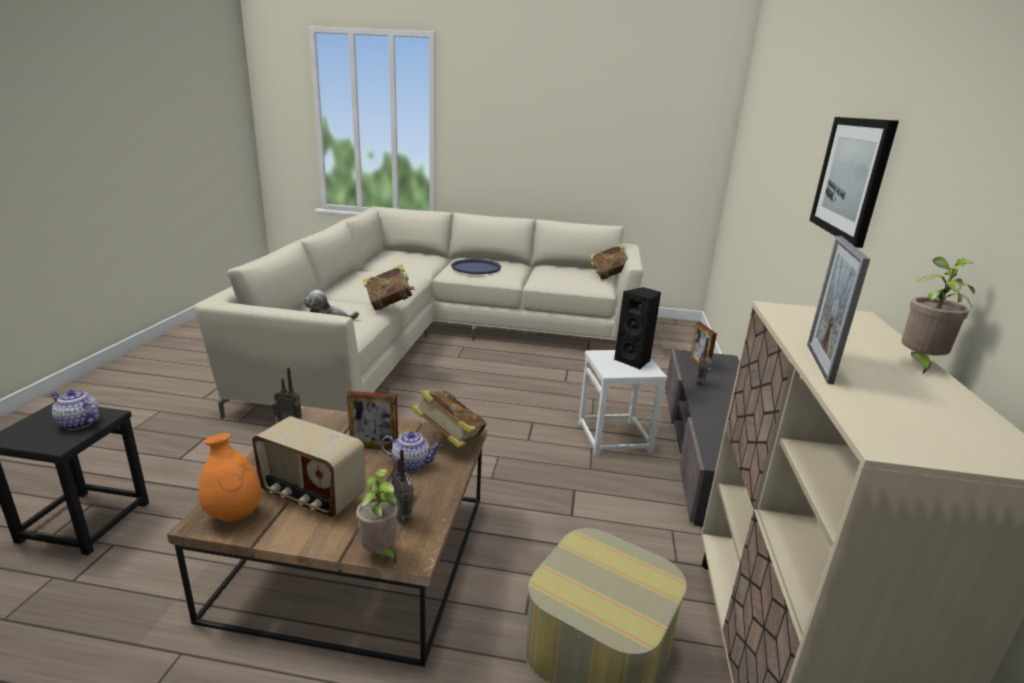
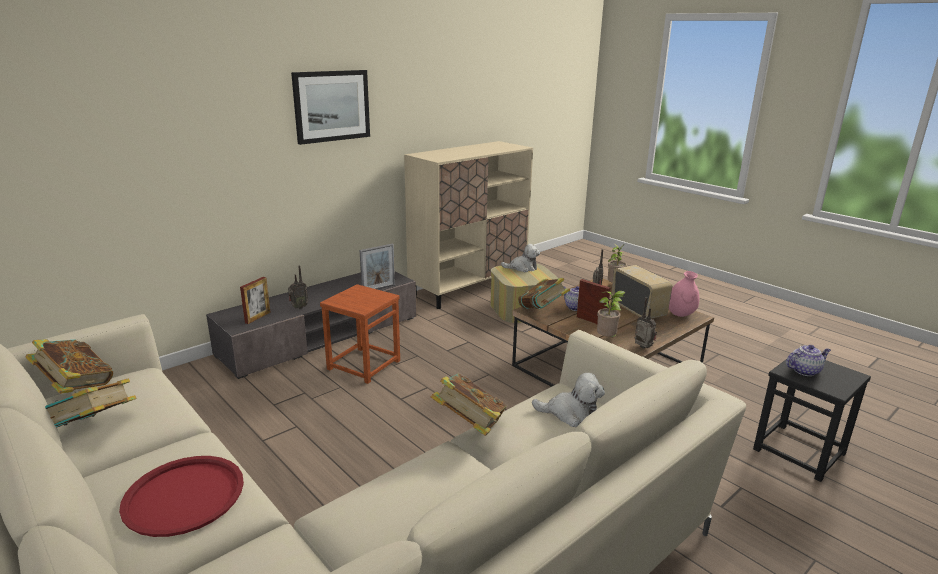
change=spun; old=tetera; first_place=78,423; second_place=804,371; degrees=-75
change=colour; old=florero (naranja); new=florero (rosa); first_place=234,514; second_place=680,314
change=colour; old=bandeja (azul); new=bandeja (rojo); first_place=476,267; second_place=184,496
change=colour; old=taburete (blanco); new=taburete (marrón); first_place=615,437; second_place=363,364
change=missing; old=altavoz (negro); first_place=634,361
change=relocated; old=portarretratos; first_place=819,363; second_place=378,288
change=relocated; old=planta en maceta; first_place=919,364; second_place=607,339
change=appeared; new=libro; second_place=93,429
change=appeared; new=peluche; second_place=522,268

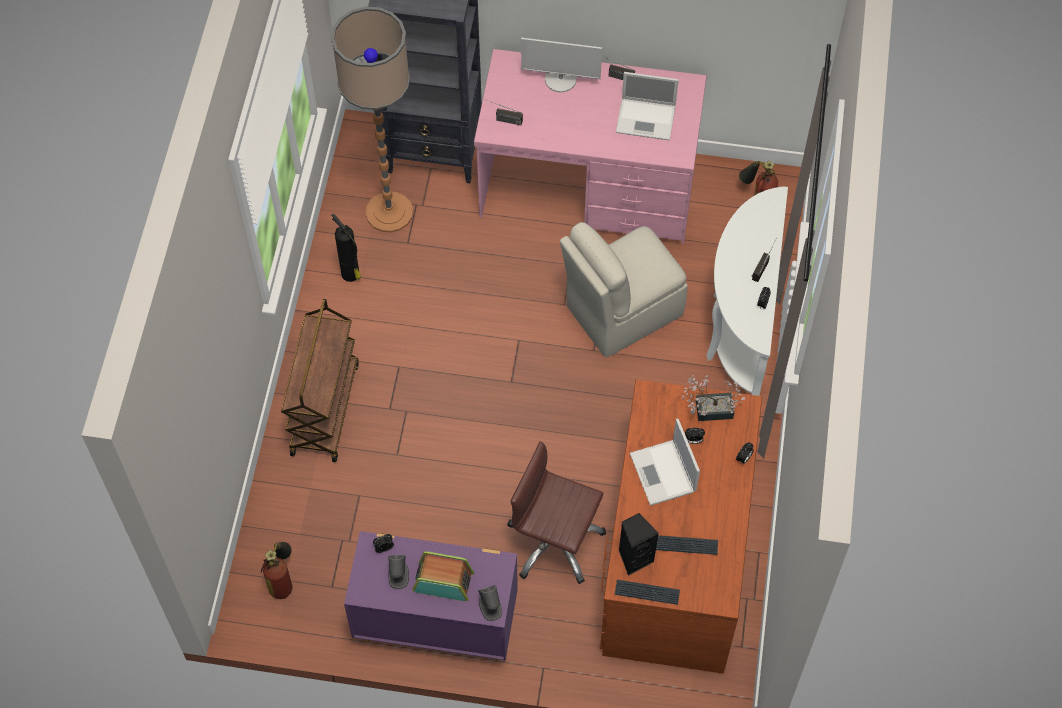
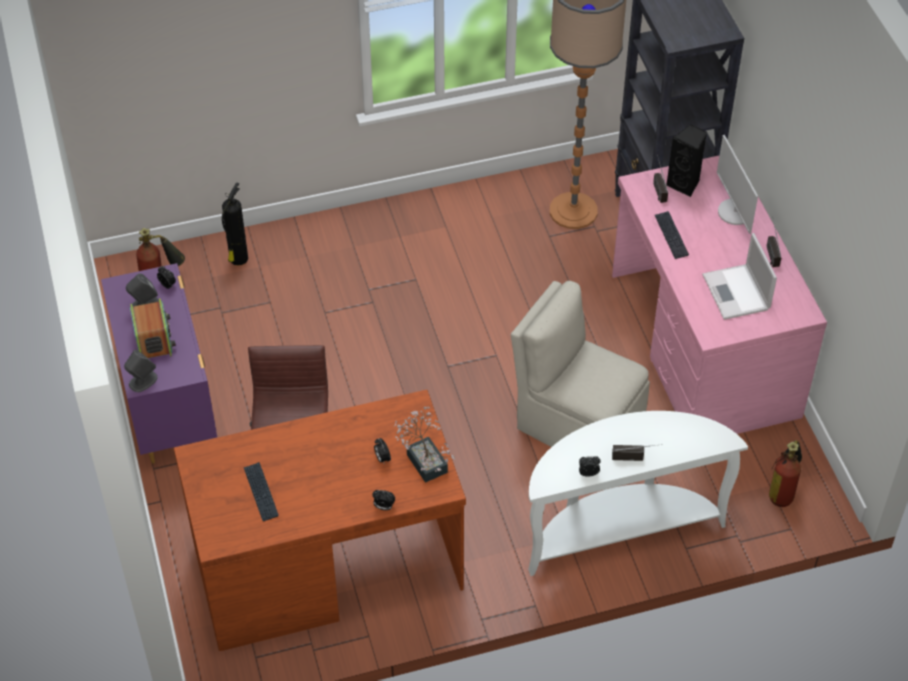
change=missing; old=carrito (marrón); first_place=324,408
change=relocated; old=extintor; first_place=351,275; second_place=238,259
change=relocated; old=teclado; first_place=647,592; second_place=671,235
change=relocated; old=altavoz (negro); first_place=634,557; second_place=685,184
change=missing; old=portátil; first_place=663,474

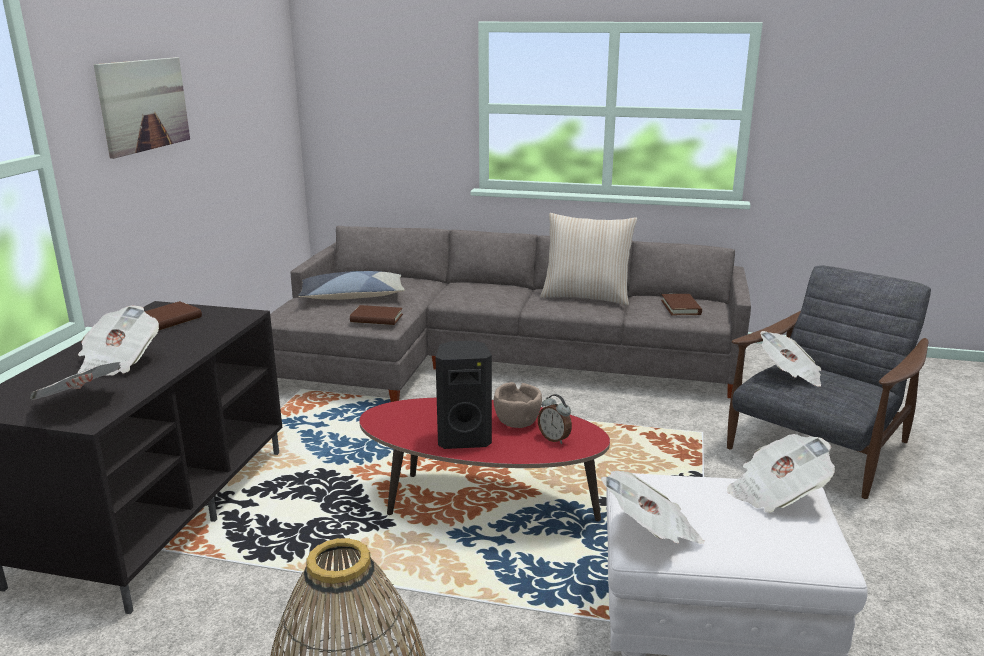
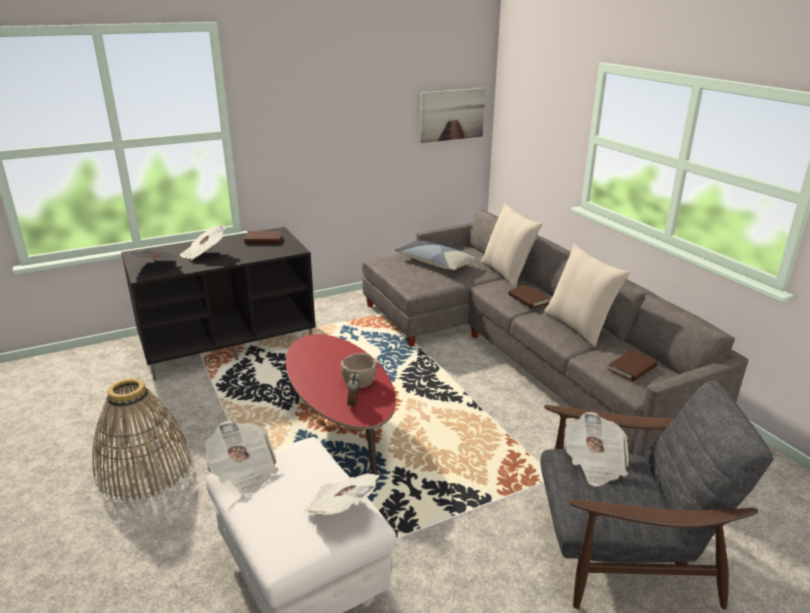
change=relocated; old=cuadro; first_place=144,105; second_place=452,115
change=relocated; old=libro (marrón); first_place=376,318; second_place=528,299
change=missing; old=altavoz (negro); first_place=464,439
change=appeared; new=cojín (beis); second_place=507,273

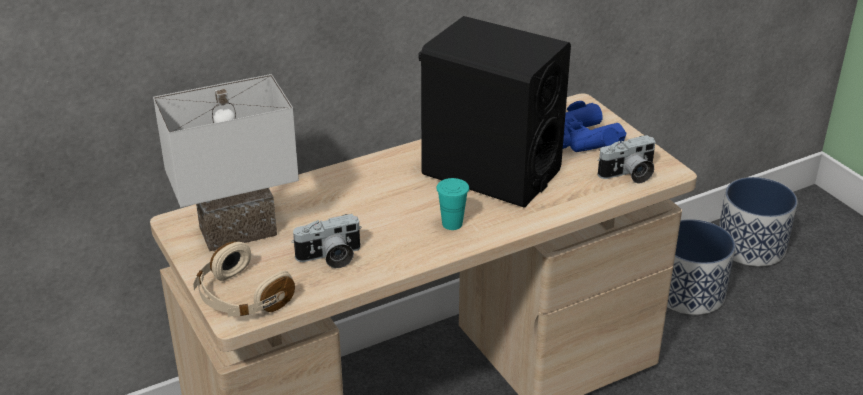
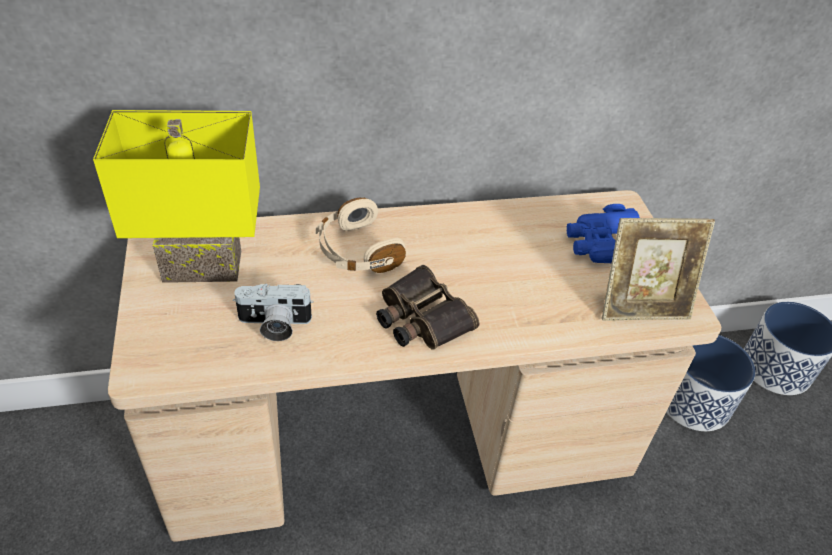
change=colour; old=lámpara de mesa (blanco); new=lámpara de mesa (amarillo); first_place=238,234; second_place=201,269
change=relocated; old=auriculares (beis); first_place=241,298; second_place=357,251
change=missing; old=altavoz (negro); first_place=490,172
change=exchanged; old=taza (turquesa); new=prismáticos; first_place=452,224; second_place=420,318
change=exchanged; old=cámara; new=portarretratos; first_place=628,175; second_place=642,307

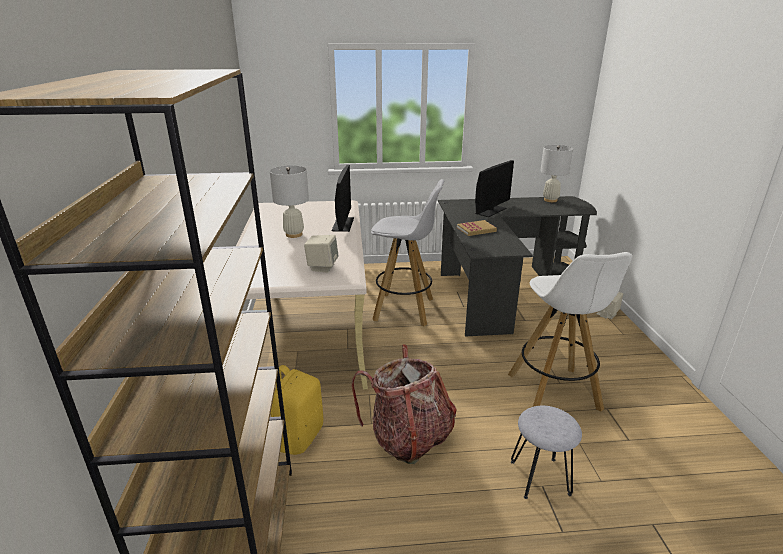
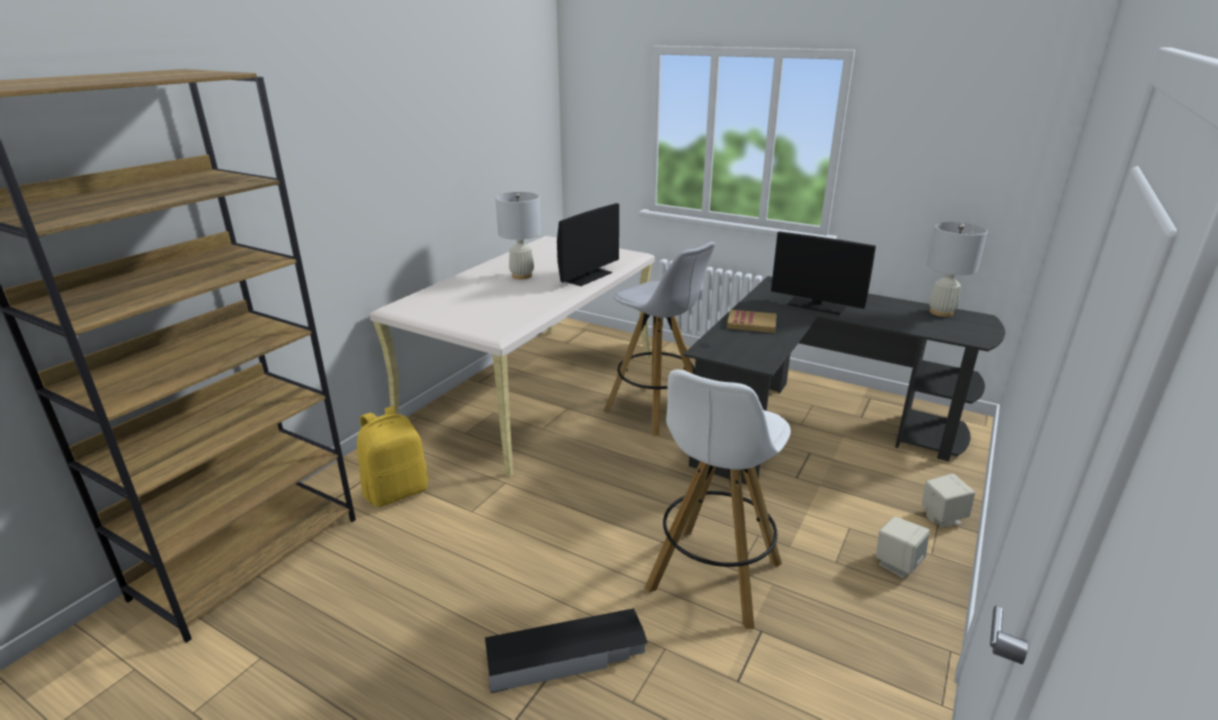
change=relocated; old=altavoz (beis); first_place=322,267; second_place=897,563
change=missing; old=mochila; first_place=408,437
change=spun; old=monitor; first_place=491,211; second_place=816,305; degrees=45
change=exchanged; old=taburete (gris); new=caja de almacenaje (negro); first_place=540,477; second_place=566,655

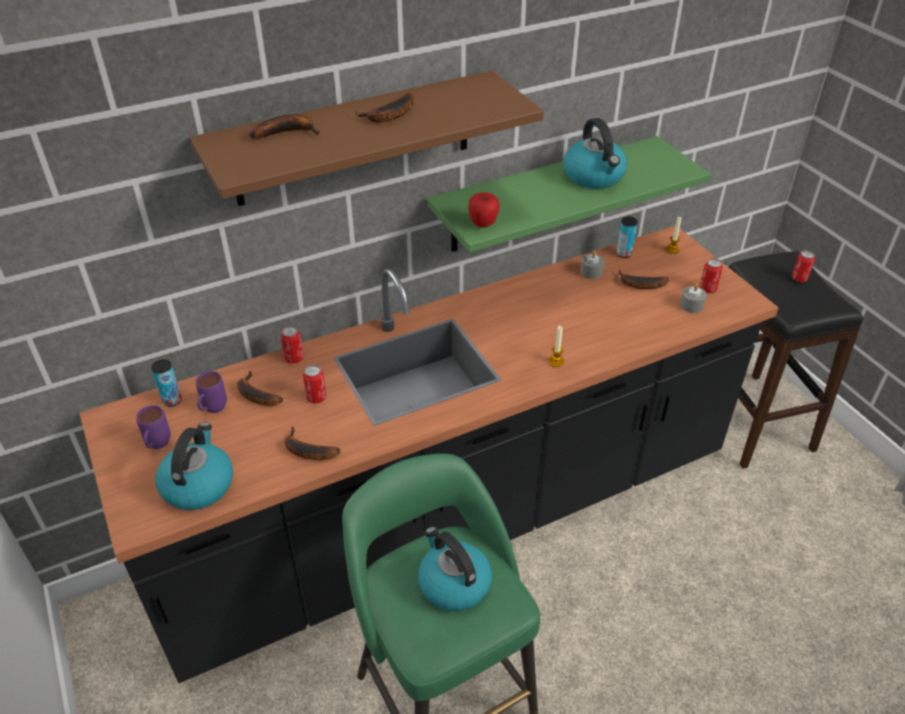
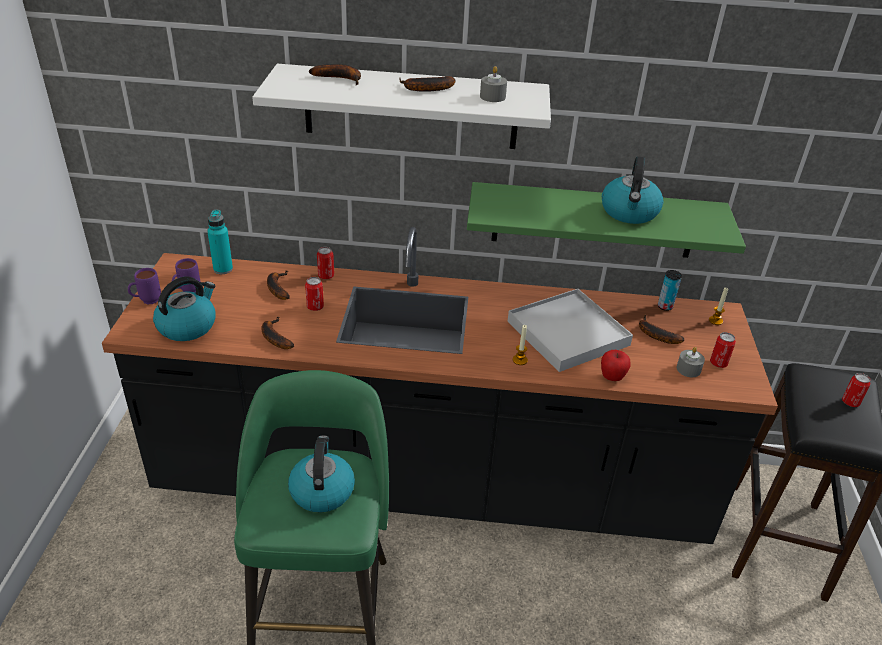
change=exchanged; old=lata; new=botella (turquesa); first_place=172,400; second_place=223,269
change=colour; old=estante (marrón); new=estante (blanco); first_place=354,139; second_place=411,107
change=relocated; old=taza grande (morado); first_place=212,410; second_place=146,301
change=relocated; old=manzana; first_place=483,224; second_place=612,377
change=relocated; old=vela (gris); first_place=591,272; second_place=492,97
change=appeared; new=bandeja (blanco); second_place=567,333

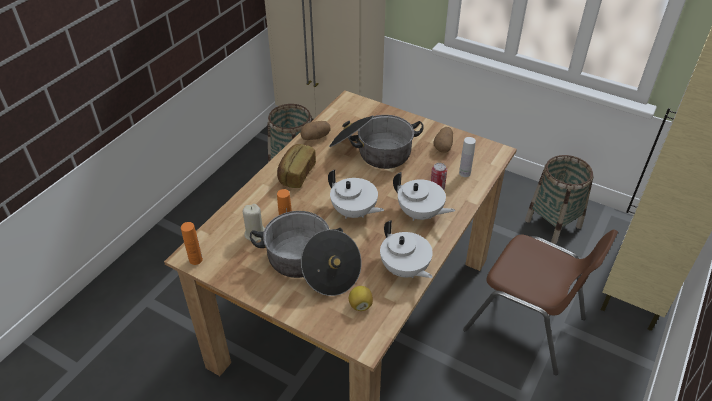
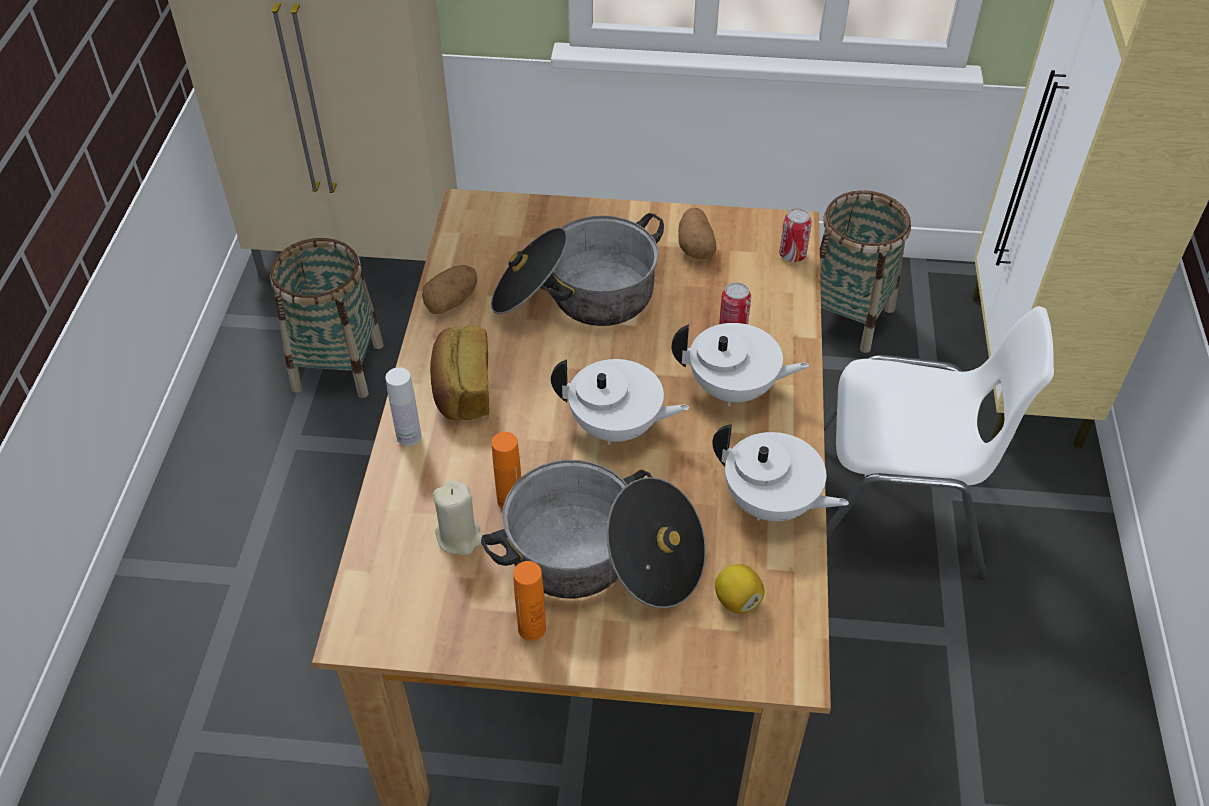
change=relocated; old=botella (naranja); first_place=195,259; second_place=532,628
change=relocated; old=botella (blanco); first_place=464,173; second_place=409,436
change=colour; old=silla (marrón); new=silla (blanco); first_place=526,325; second_place=897,511
change=appeared; new=lata; second_place=792,255

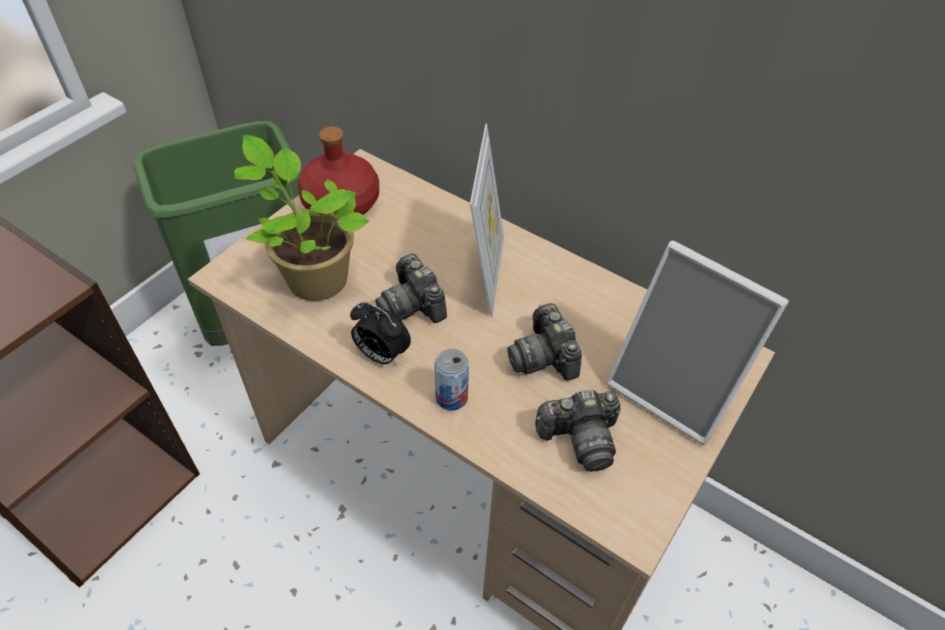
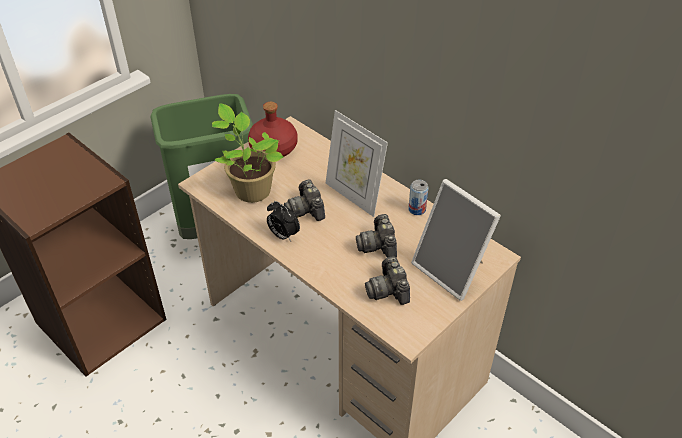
change=relocated; old=lata; first_place=451,397; second_place=417,209
change=spun; old=portarretratos; first_place=486,273; second_place=354,196; degrees=120
change=spun; old=cámara; first_place=580,438; second_place=388,290; degrees=75

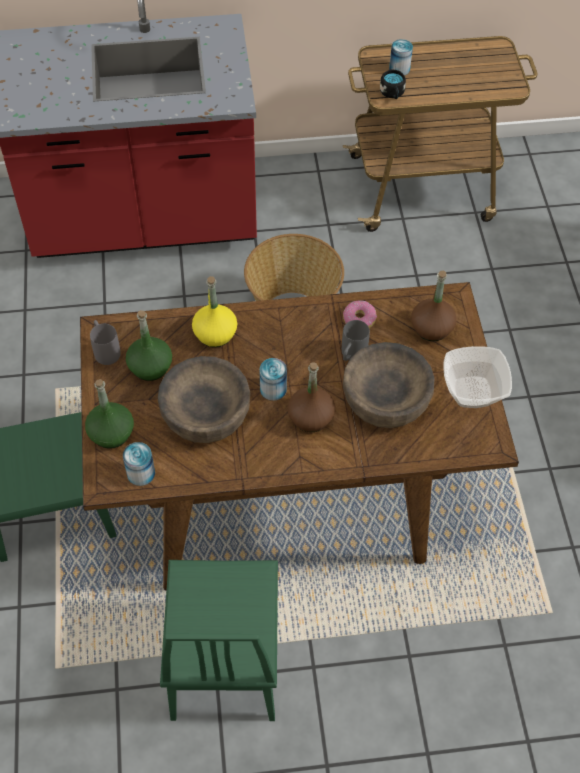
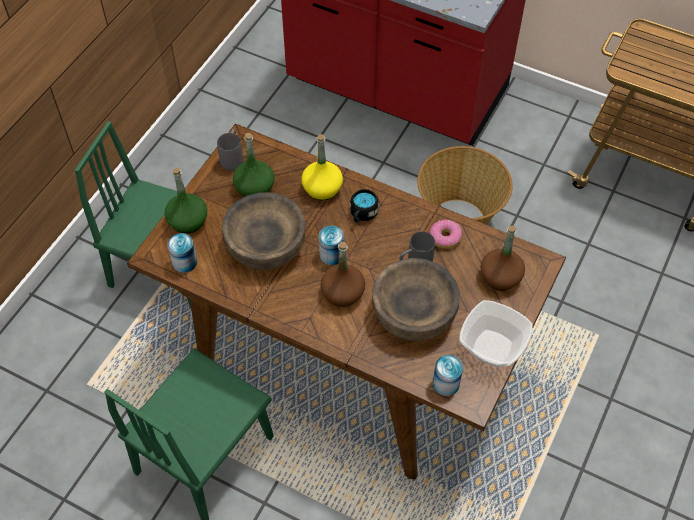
change=relocated; old=taza grande (negro); first_place=392,94; second_place=362,214
change=relocated; old=lata; first_place=399,69; second_place=446,383

